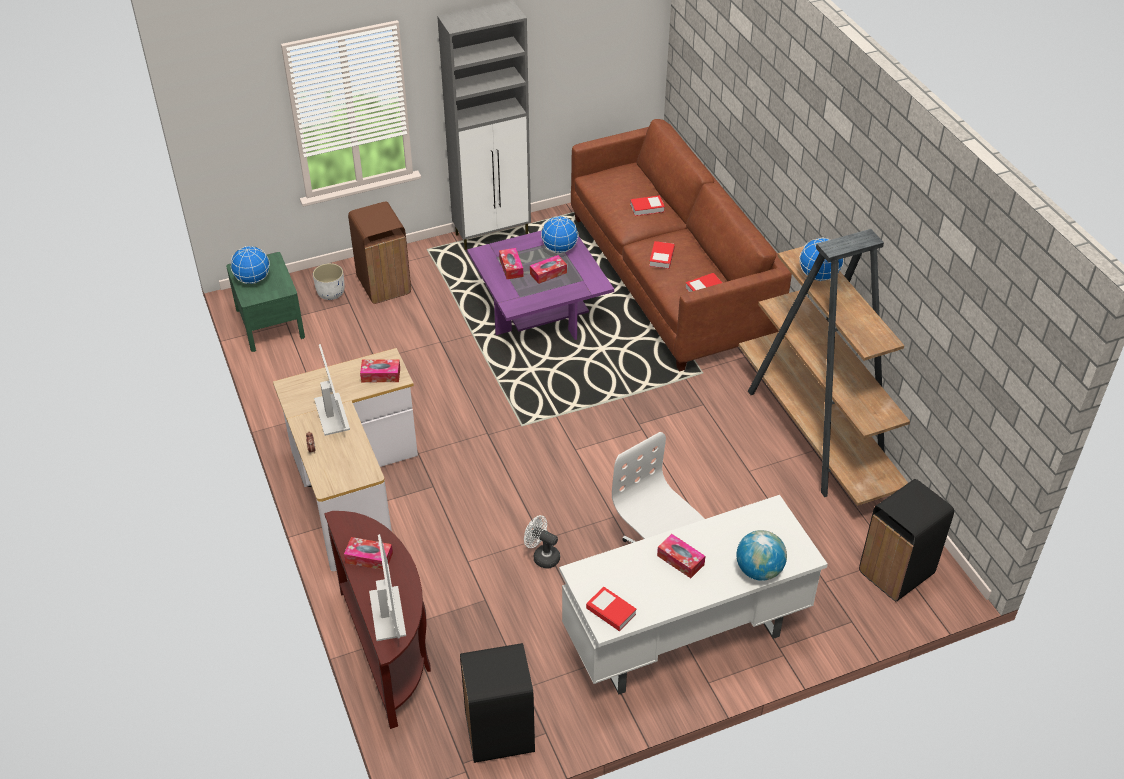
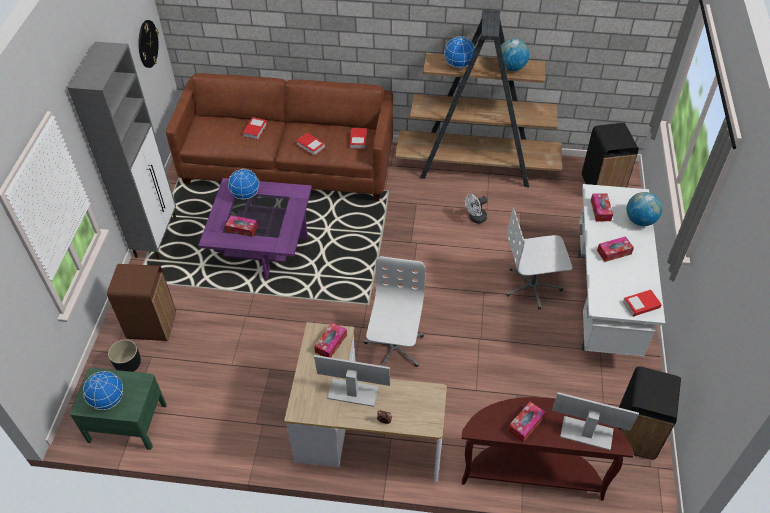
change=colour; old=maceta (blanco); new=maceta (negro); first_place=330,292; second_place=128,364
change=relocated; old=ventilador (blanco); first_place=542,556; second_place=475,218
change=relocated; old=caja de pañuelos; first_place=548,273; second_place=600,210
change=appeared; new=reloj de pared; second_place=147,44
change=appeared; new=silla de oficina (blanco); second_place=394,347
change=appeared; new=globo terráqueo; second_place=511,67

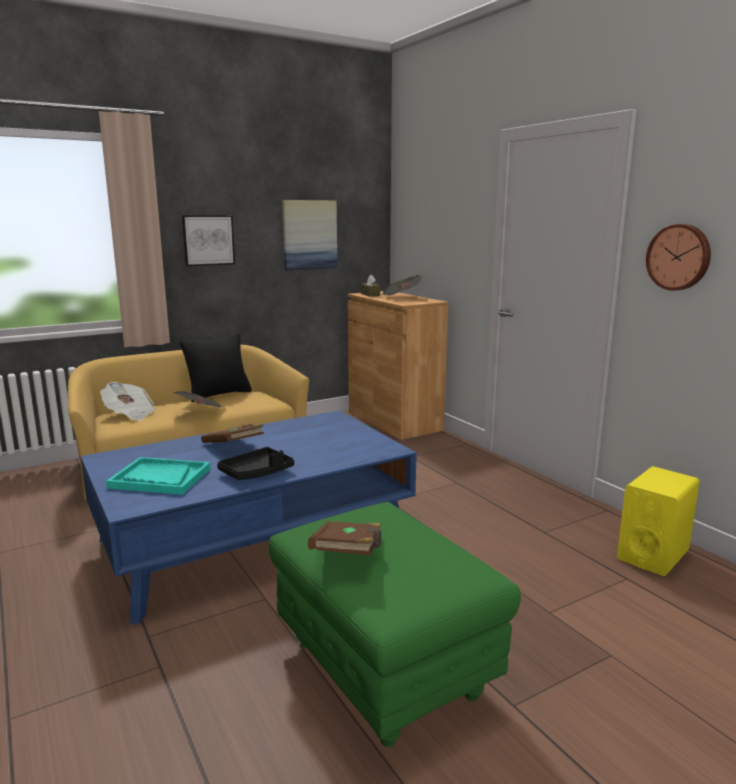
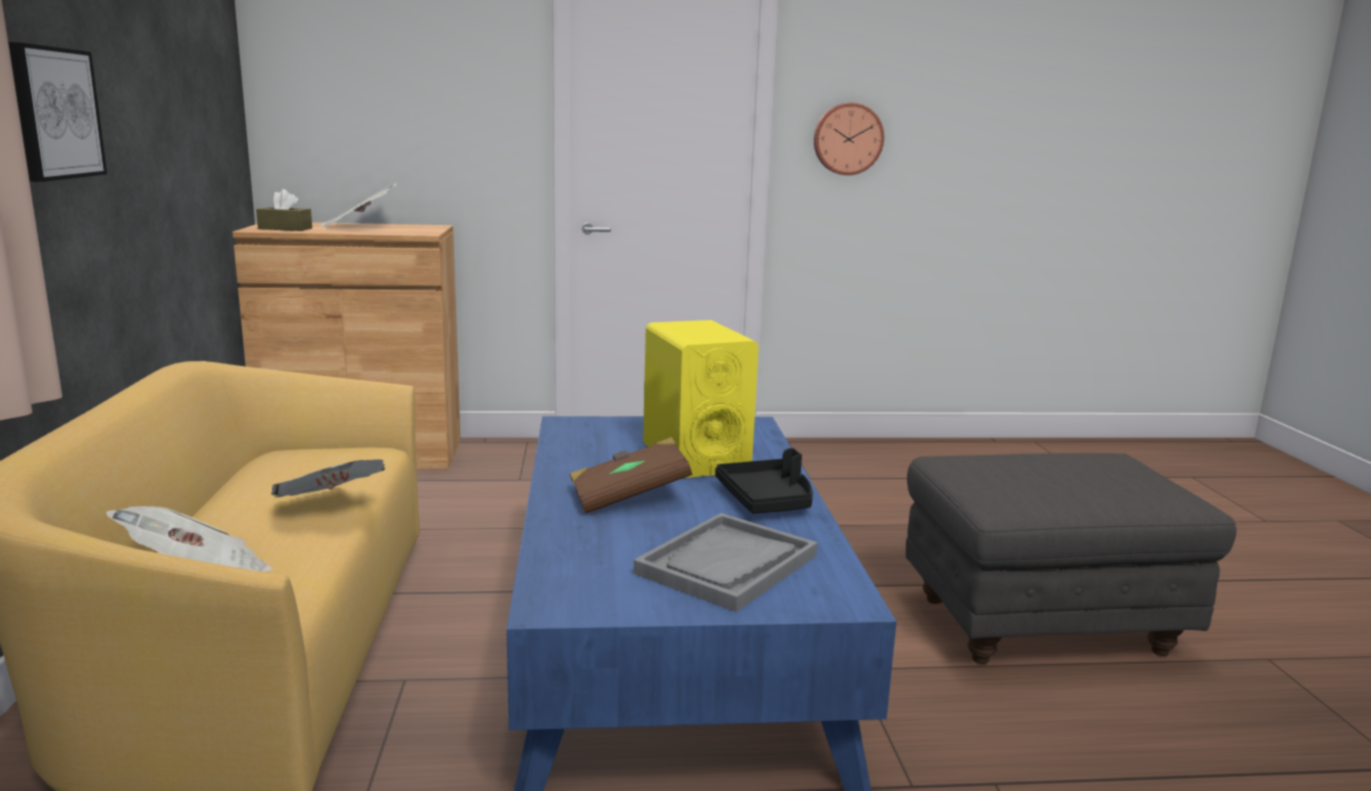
change=colour; old=bandeja (turquesa); new=bandeja (gris); first_place=160,478; second_place=727,565
change=missing; old=cojín (negro); first_place=219,394
change=colour; old=puf (verde); new=puf (gris); first_place=382,669; second_place=1041,627
change=missing; old=cuadro; first_place=309,235
change=missing; old=libro (marrón); first_place=349,554
change=relocated; old=altavoz (amarillo); first_place=653,555; second_place=695,457

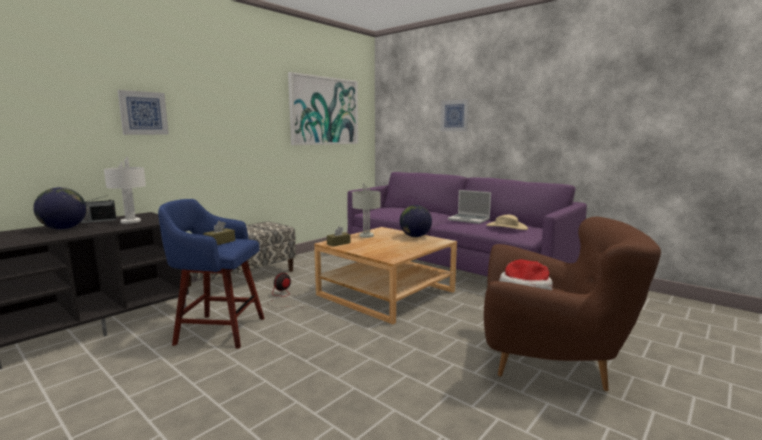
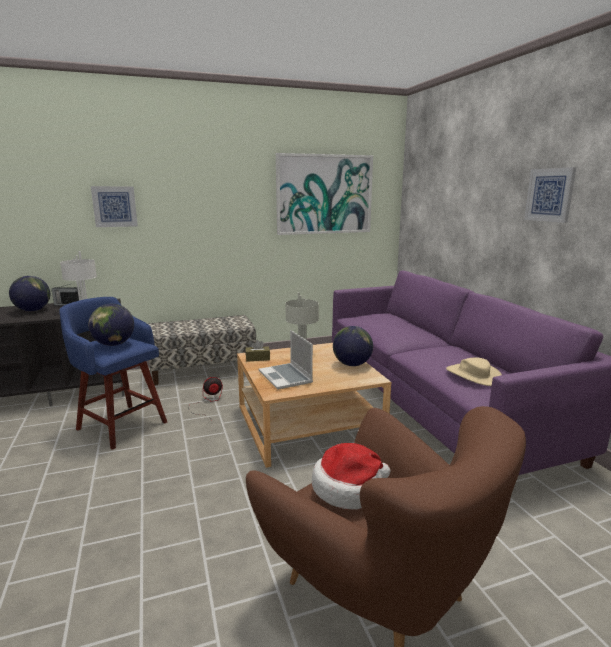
change=exchanged; old=caja de pañuelos (marrón); new=globo terráqueo; first_place=220,242; second_place=114,344
change=relocated; old=cuadro; first_place=454,115; second_place=550,195
change=relocated; old=portátil; first_place=469,219; second_place=286,377

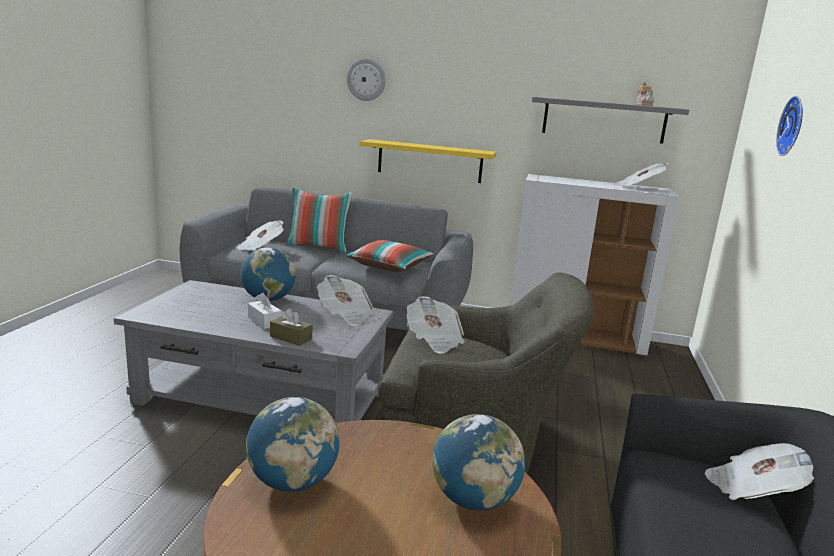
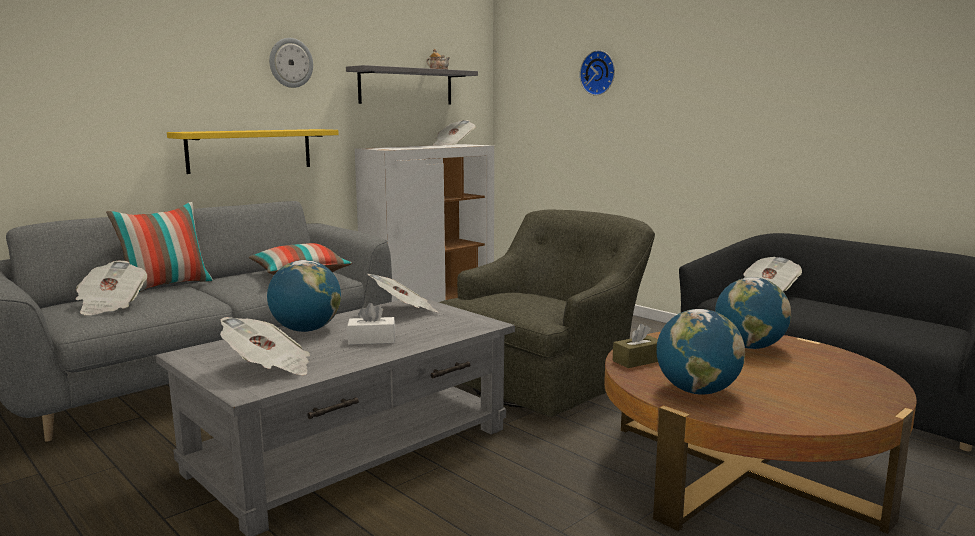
change=relocated; old=caja de pañuelos (marrón); first_place=291,338; second_place=637,360
change=relocated; old=reloj de pared; first_place=366,80; second_place=290,63
change=relocated; old=periódico; first_place=434,340; second_place=269,368

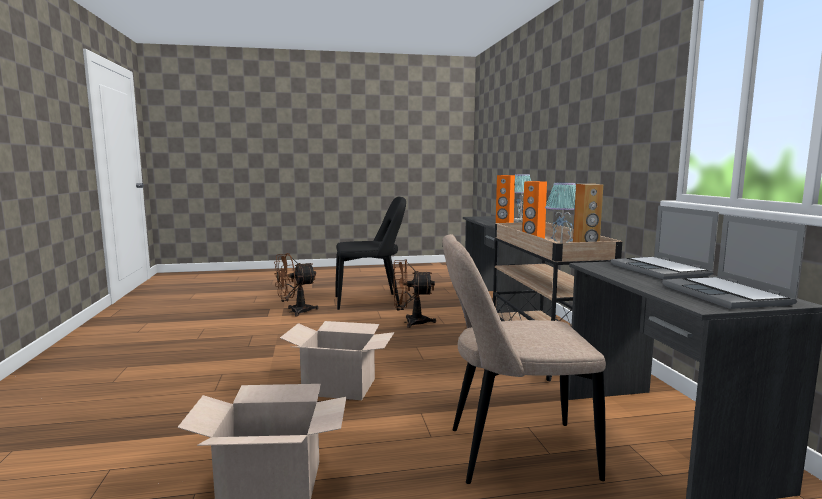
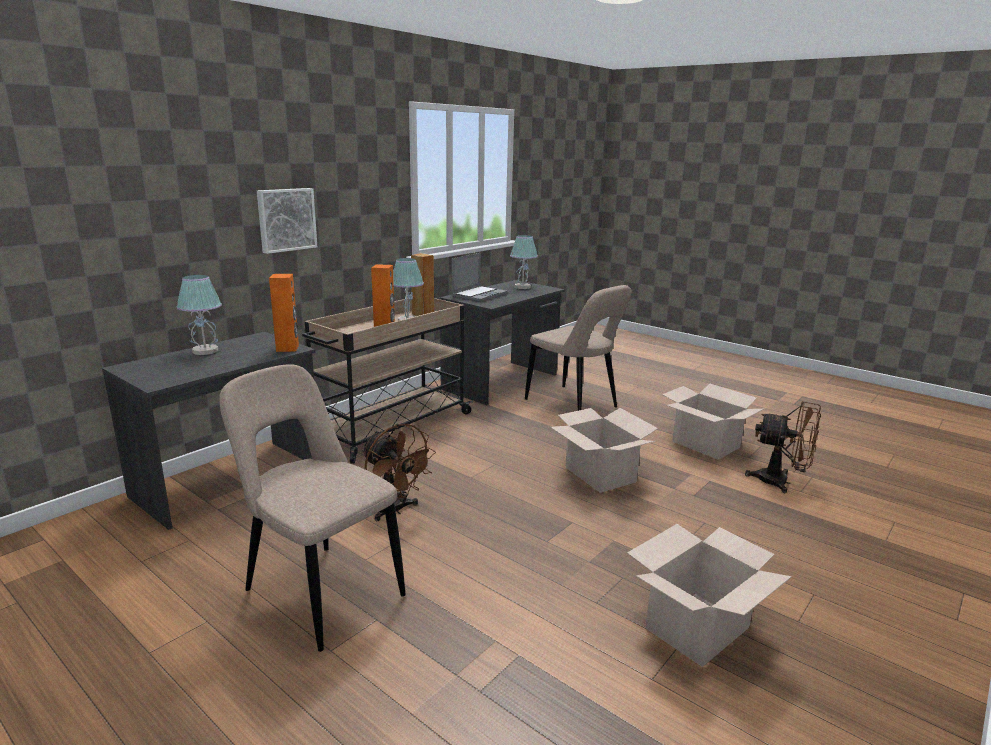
change=relocated; old=ventilador (marrón); first_place=295,311; second_place=781,482
change=colour; old=silla (negro); new=silla (beis); first_place=371,302; second_place=319,590
change=exchanged; old=portátil; new=lámpara de mesa; first_place=727,295; second_place=522,287
change=appeared; new=cuadro; second_place=286,219
change=appeared; new=caja de cartón; second_place=698,628

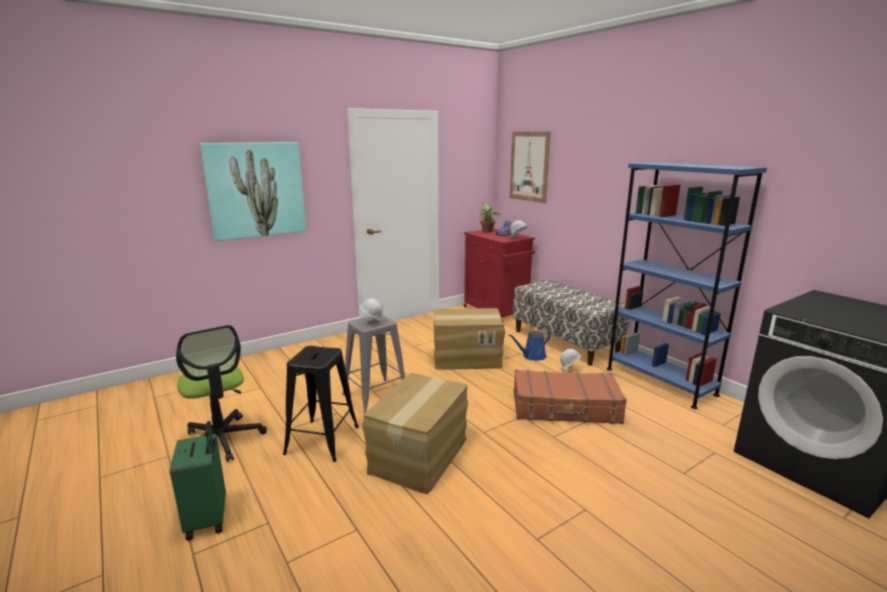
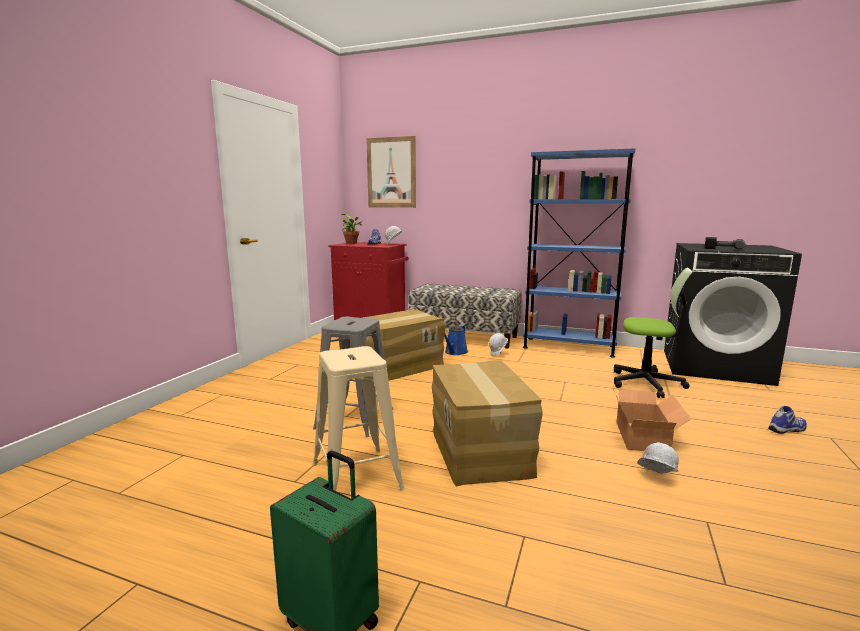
change=relocated; old=silla de oficina; first_place=221,440; second_place=646,383
change=missing; old=cuadro; first_place=255,190
change=colour; old=taburete (negro); new=taburete (beis); first_place=322,440; second_place=356,476
change=relocated; old=casco (blanco); first_place=371,323; second_place=655,479
change=missing; old=maleta (marrón); first_place=565,408
change=appeared; new=caja de cartón; second_place=644,436
change=appeared; new=taladro; second_place=723,248
change=appeared; new=zapato; second_place=788,430

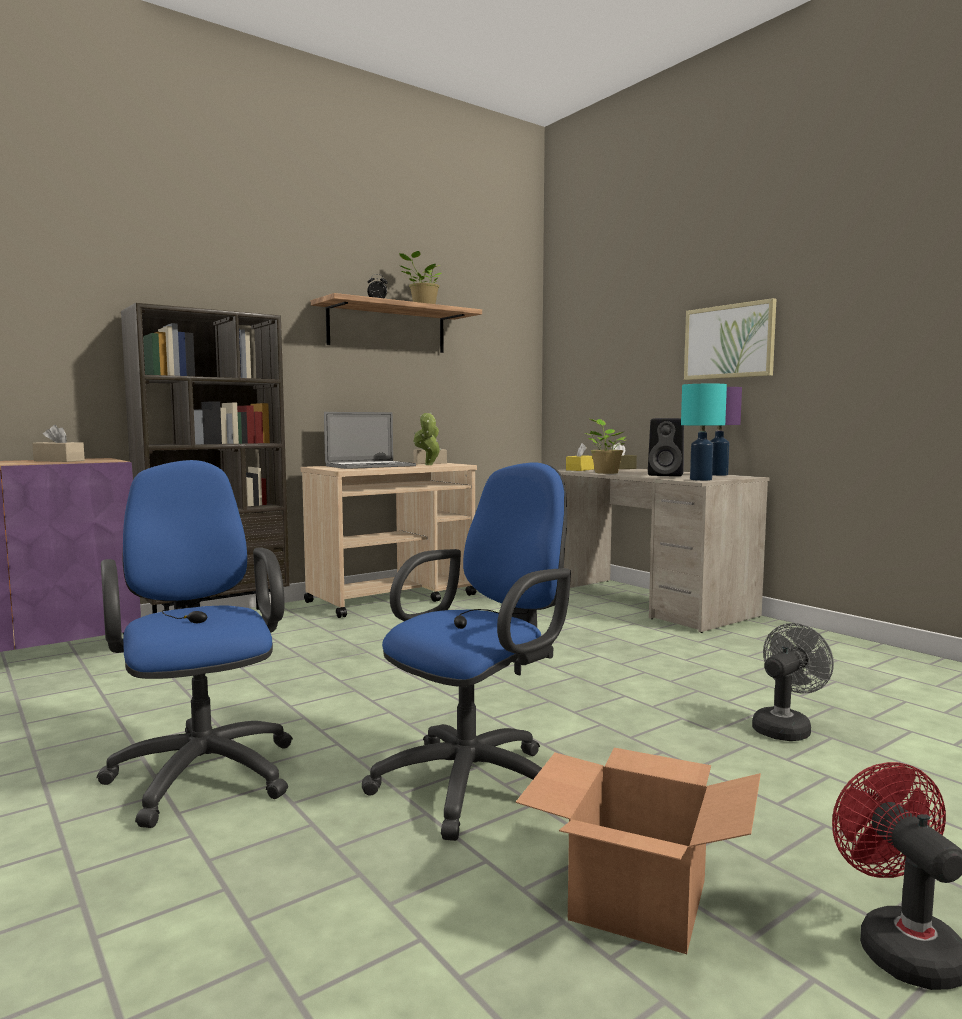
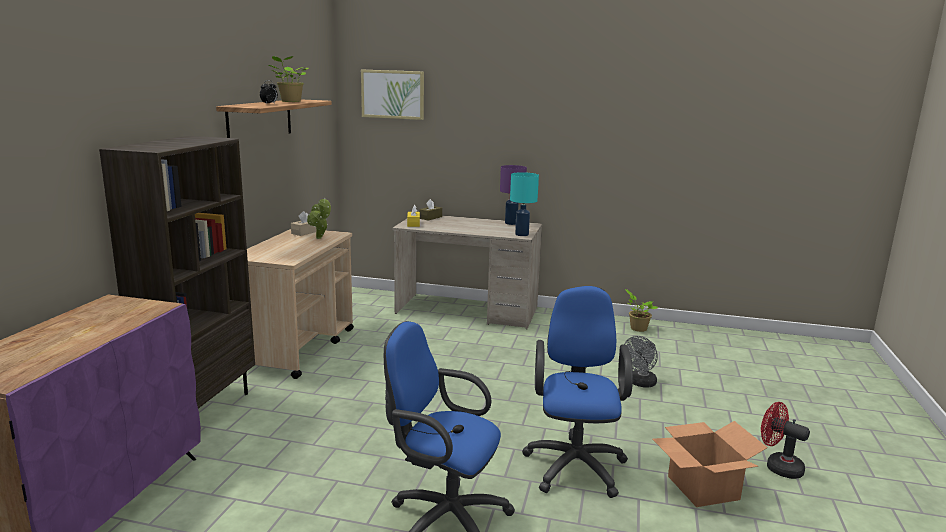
change=missing; old=caja de pañuelos (beis); first_place=59,461
change=missing; old=portátil; first_place=370,466
change=relocated; old=planta en maceta; first_place=605,473; second_place=637,328
change=missing; old=altavoz (negro); first_place=667,475
change=relocated; old=cuadro; first_place=729,341; second_place=393,94
change=spun; old=ventilador (gris); first_place=785,728; second_place=640,383; degrees=-150

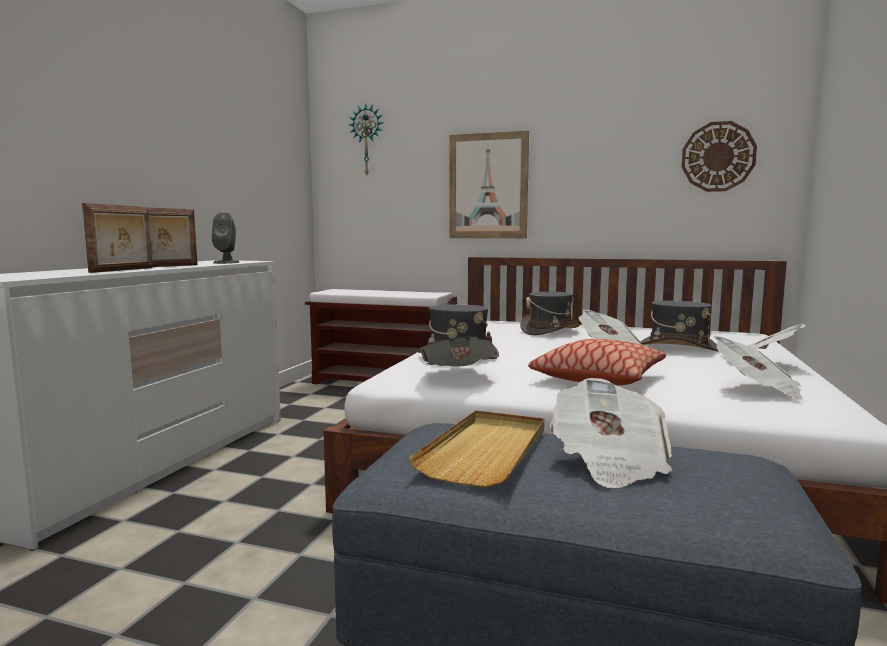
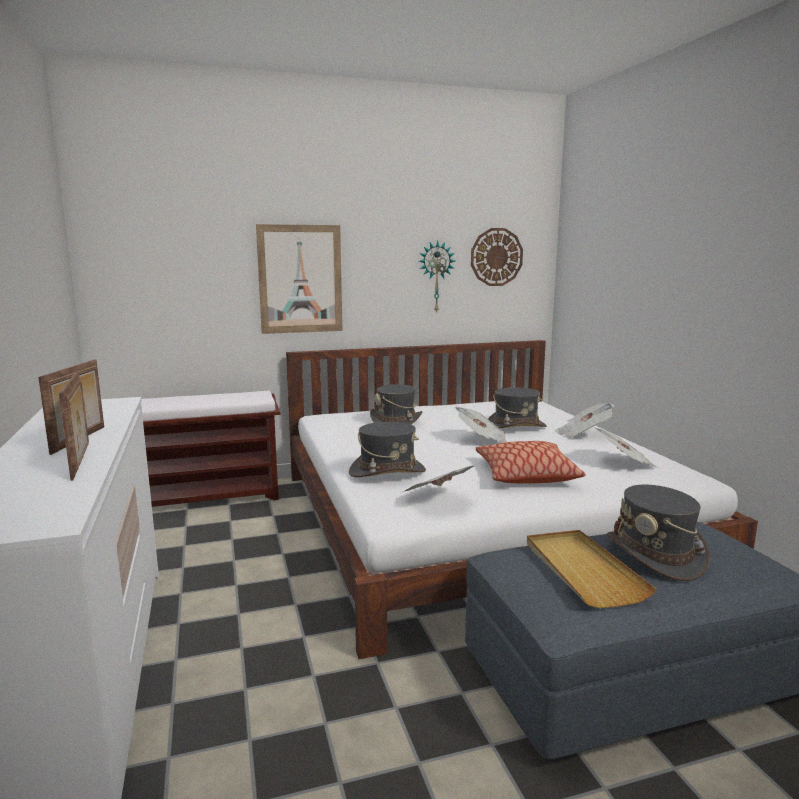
change=missing; old=altavoz (gris); first_place=226,262
change=relocated; old=reloj de pared; first_place=367,140; second_place=435,277
change=exchanged; old=periódico; new=sombrero (gris); first_place=609,462; second_place=655,555

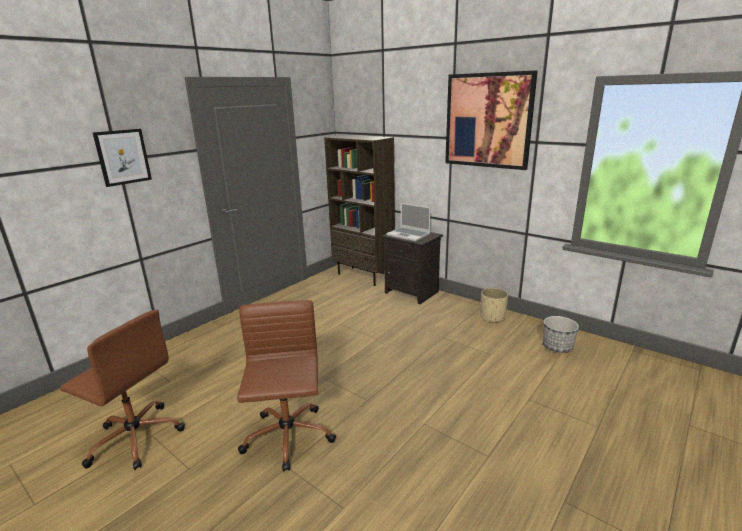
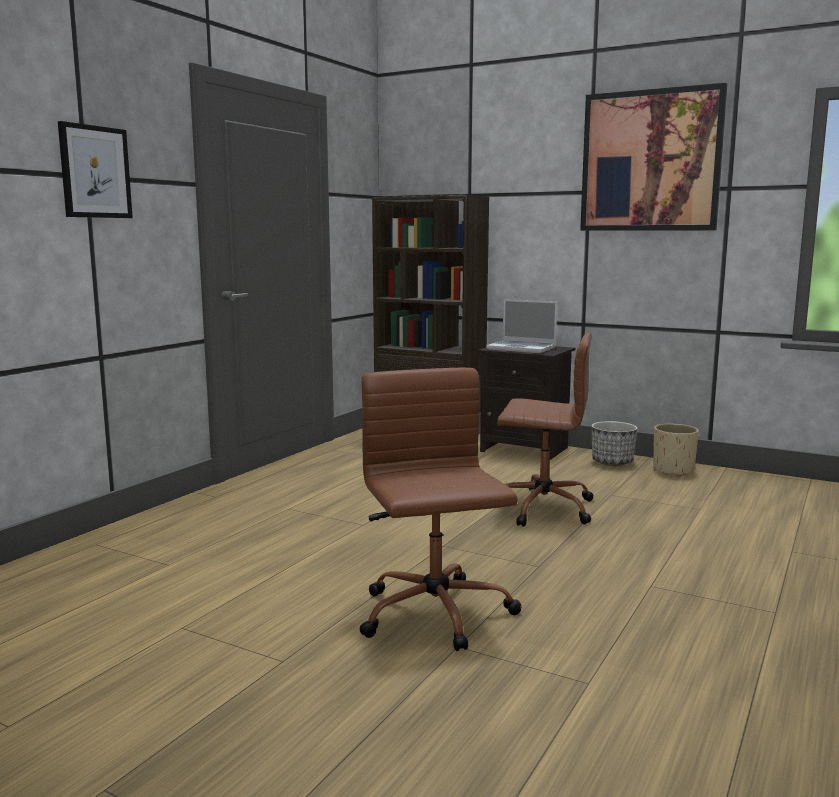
change=relocated; old=silla de oficina (marrón); first_place=135,437; second_place=541,507
change=relocated; old=maceta; first_place=557,347; second_place=612,462

